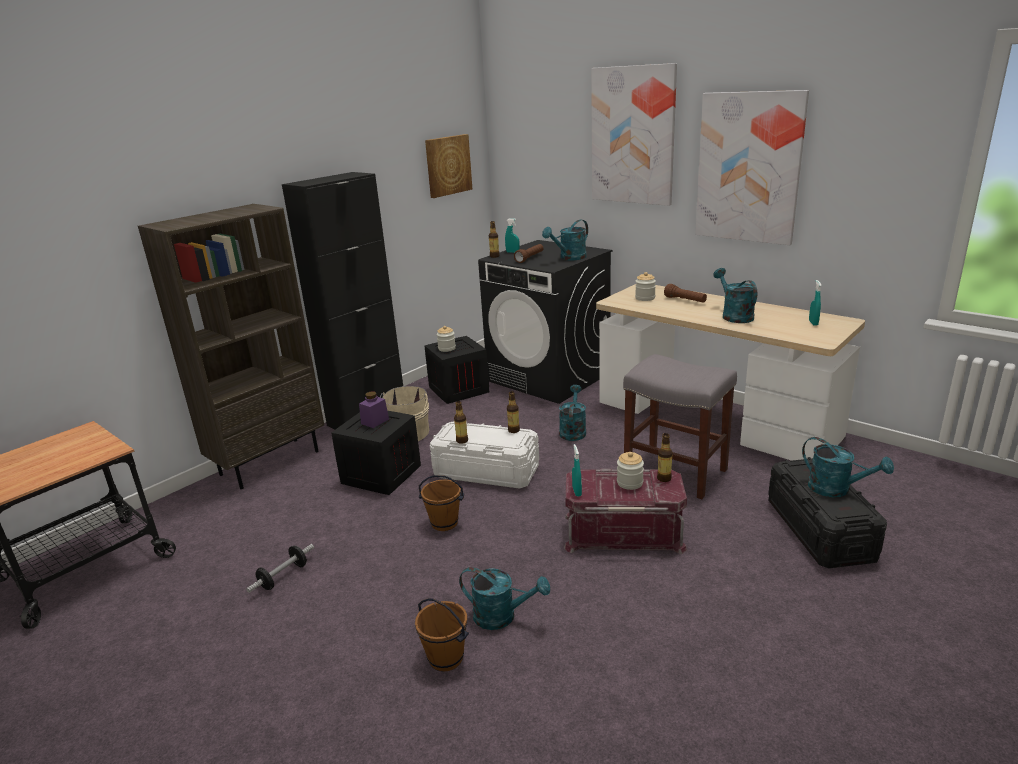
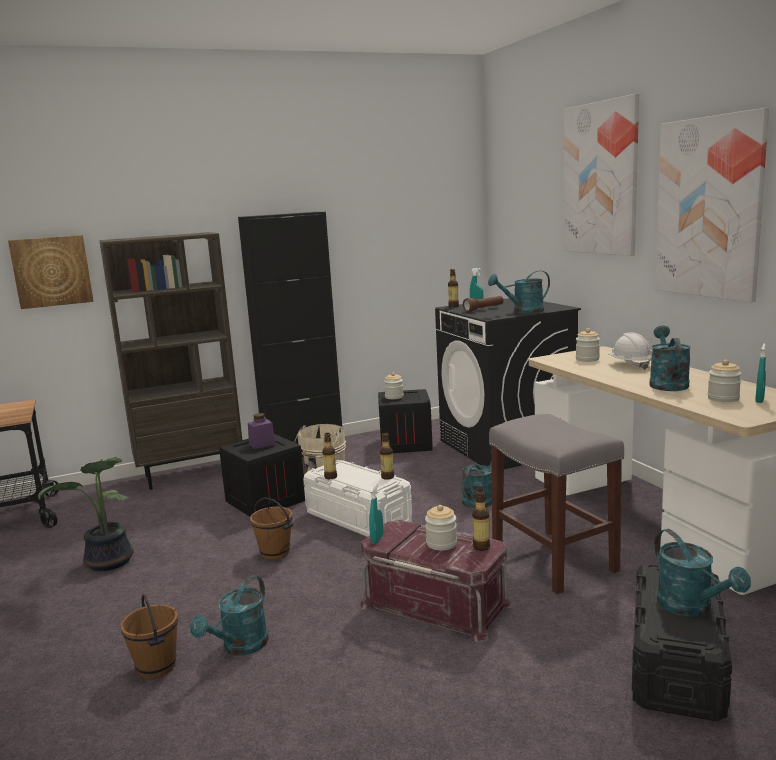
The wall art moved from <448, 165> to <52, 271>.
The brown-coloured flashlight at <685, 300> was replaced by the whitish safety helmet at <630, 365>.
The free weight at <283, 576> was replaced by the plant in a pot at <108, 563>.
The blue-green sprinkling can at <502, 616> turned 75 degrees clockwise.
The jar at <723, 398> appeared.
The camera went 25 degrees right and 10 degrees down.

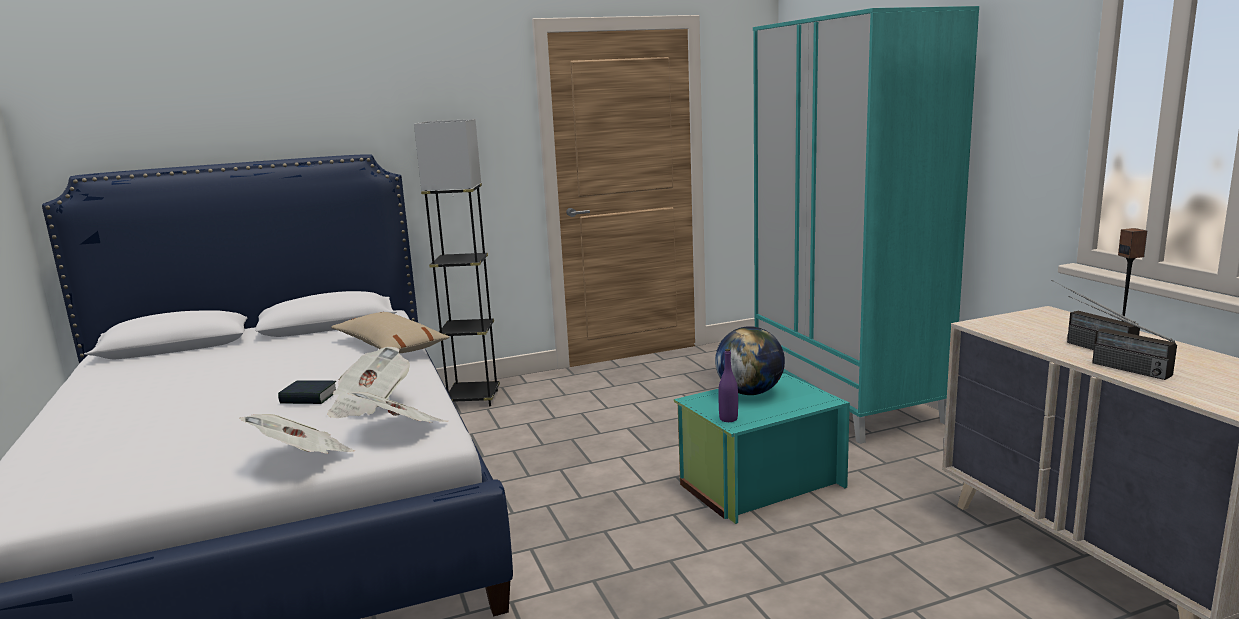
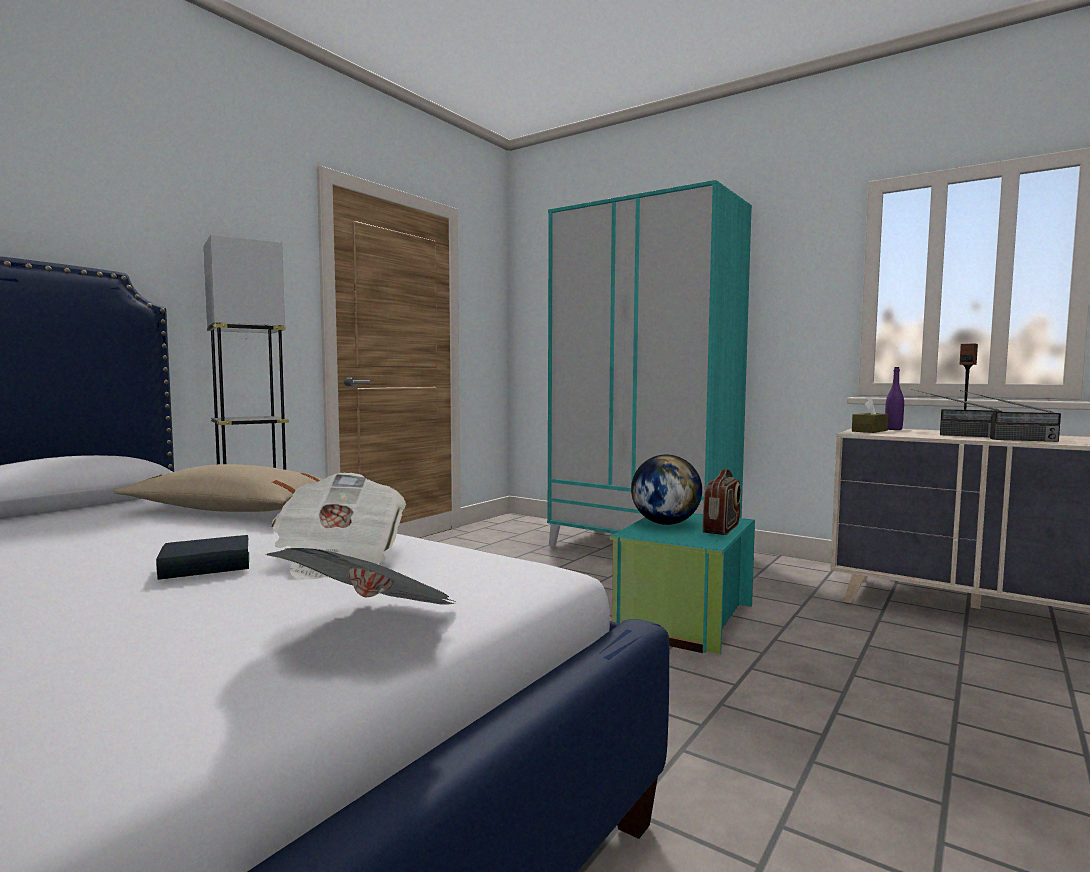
The purplish bottle moved from <728, 419> to <893, 429>.
The daily paper at <402, 430> disappeared.
The brown-coloured tissue box at <869, 431> appeared.
The radio set at <722, 528> appeared.
The camera went 35 degrees left and 10 degrees down.

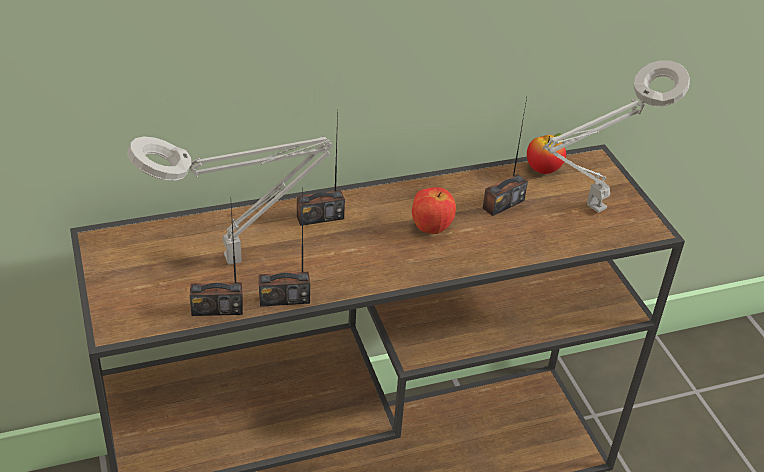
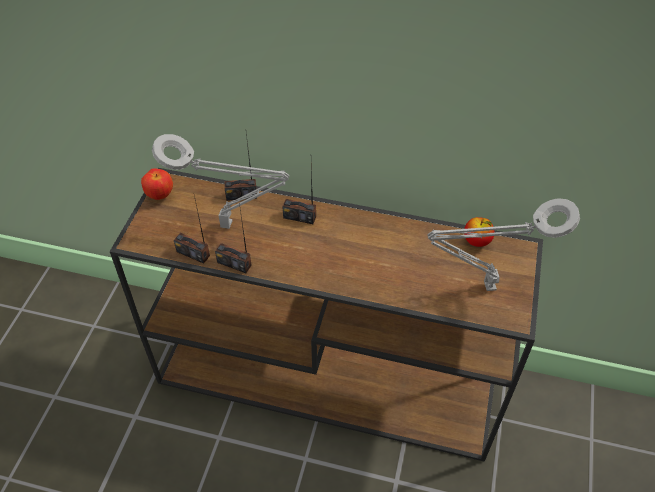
The radio set moved from <503, 204> to <241, 195>.
The apple moved from <431, 229> to <160, 195>.
The camera went 35 degrees right and 10 degrees up.

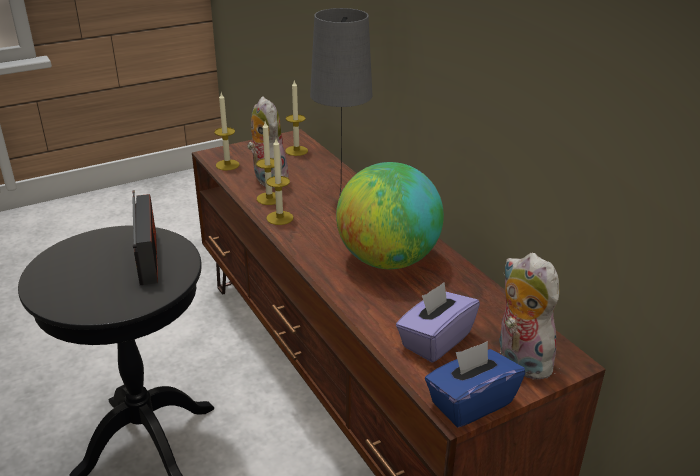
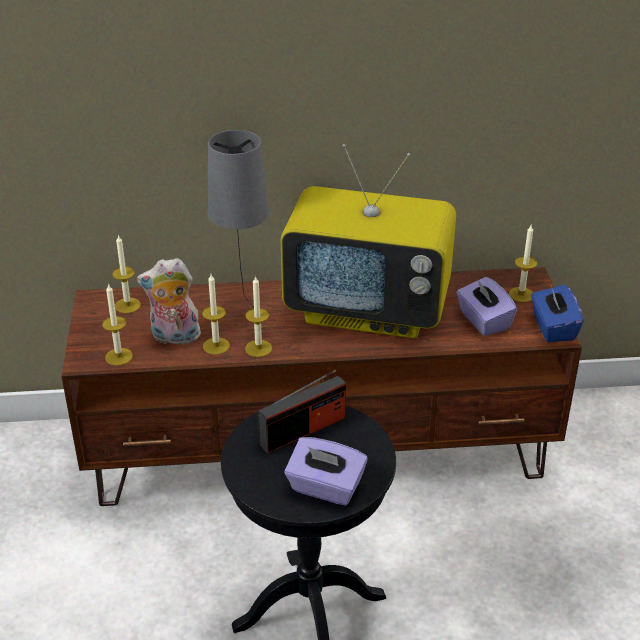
The desk globe at <387, 260> was replaced by the TV set at <369, 310>.
The radio set at <148, 257> turned 135 degrees clockwise.
The cuddly toy at <519, 360> was replaced by the candle at <521, 294>.
The purplish tissue box at <325, 488> appeared.
The camera went 65 degrees left and 5 degrees up.

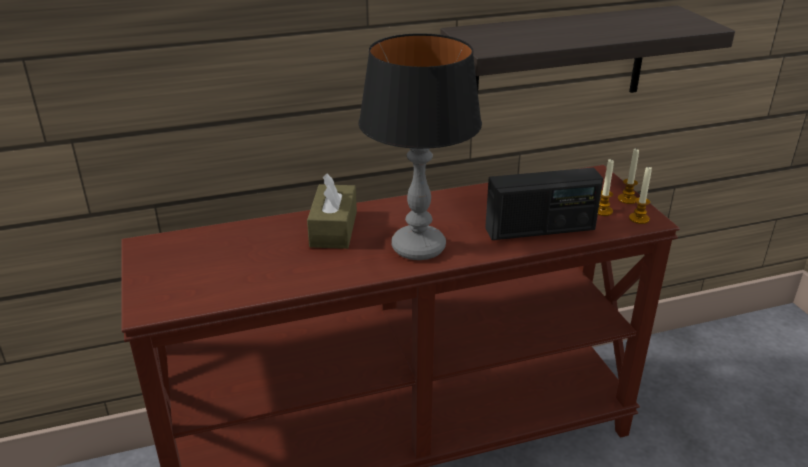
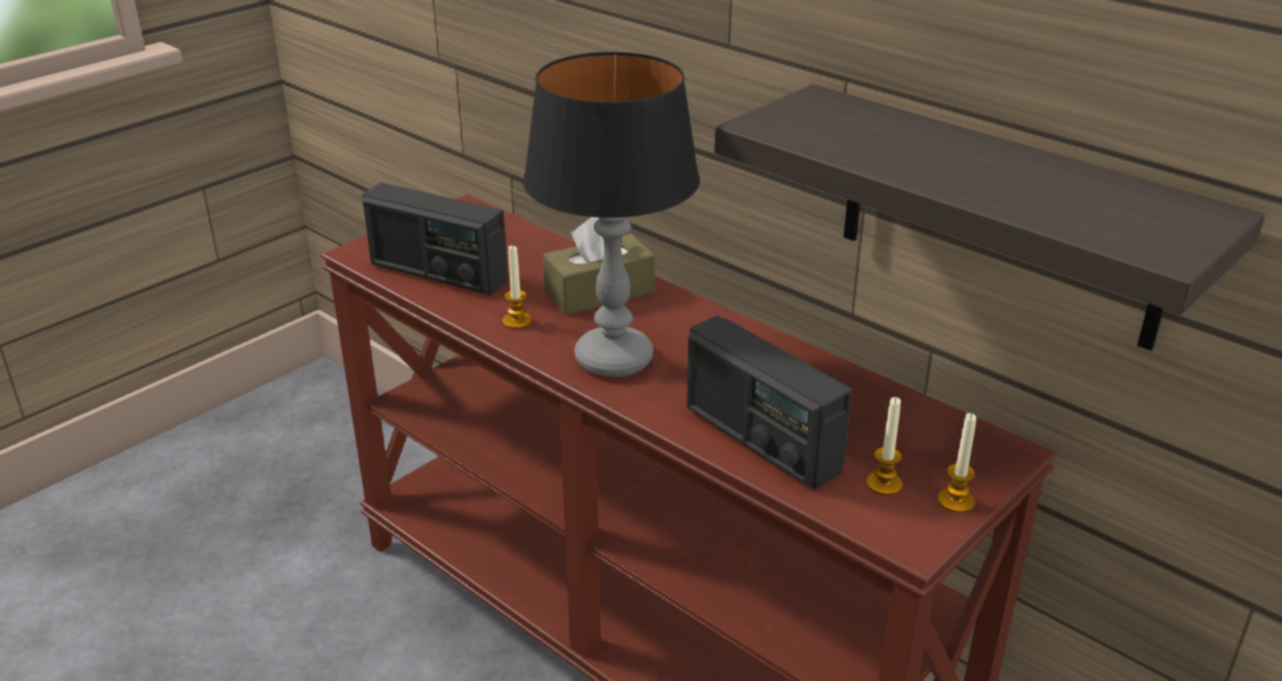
The candle moved from <639, 219> to <517, 321>.
The radio set at <438, 273> appeared.
The camera went 60 degrees right and 0 degrees up.

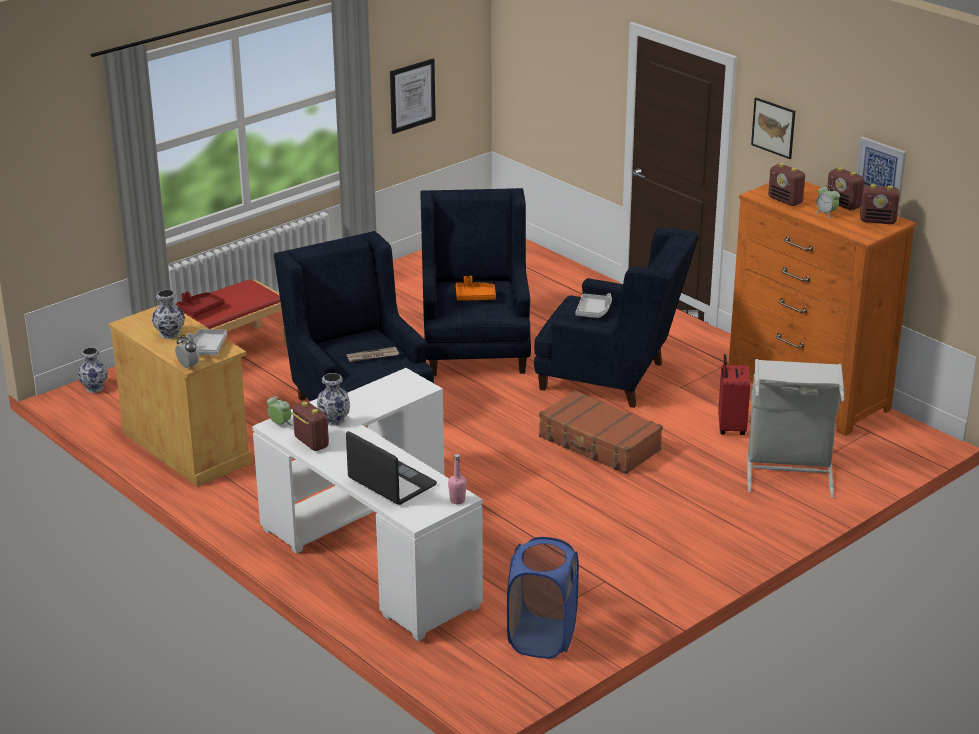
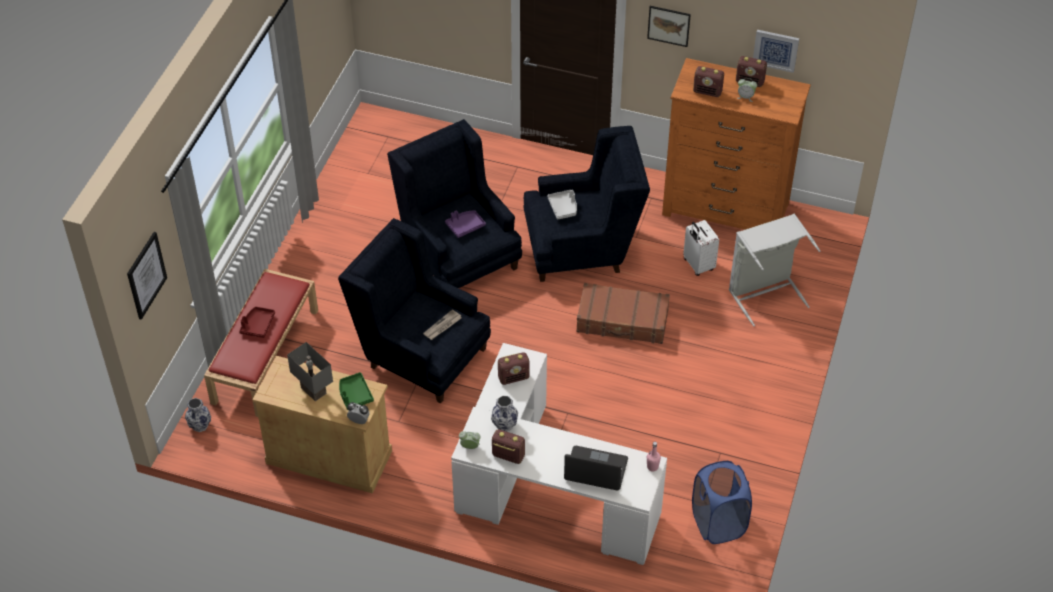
The wall art moved from <412, 95> to <146, 275>.
The radio set moved from <878, 221> to <514, 377>.
The orangey carrying tray at <475, 296> became the purplish carrying tray at <465, 226>.
The decorative vase at <169, 334> was replaced by the gray tabletop lamp at <312, 391>.
The gray carrying tray at <206, 348> became the green-coloured carrying tray at <354, 395>.
The red suitcase at <730, 427> became the whitish suitcase at <697, 265>.
The camera went 30 degrees left and 20 degrees up.

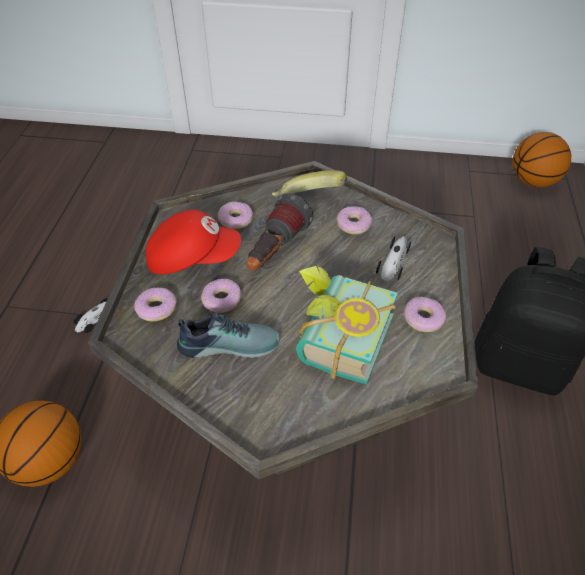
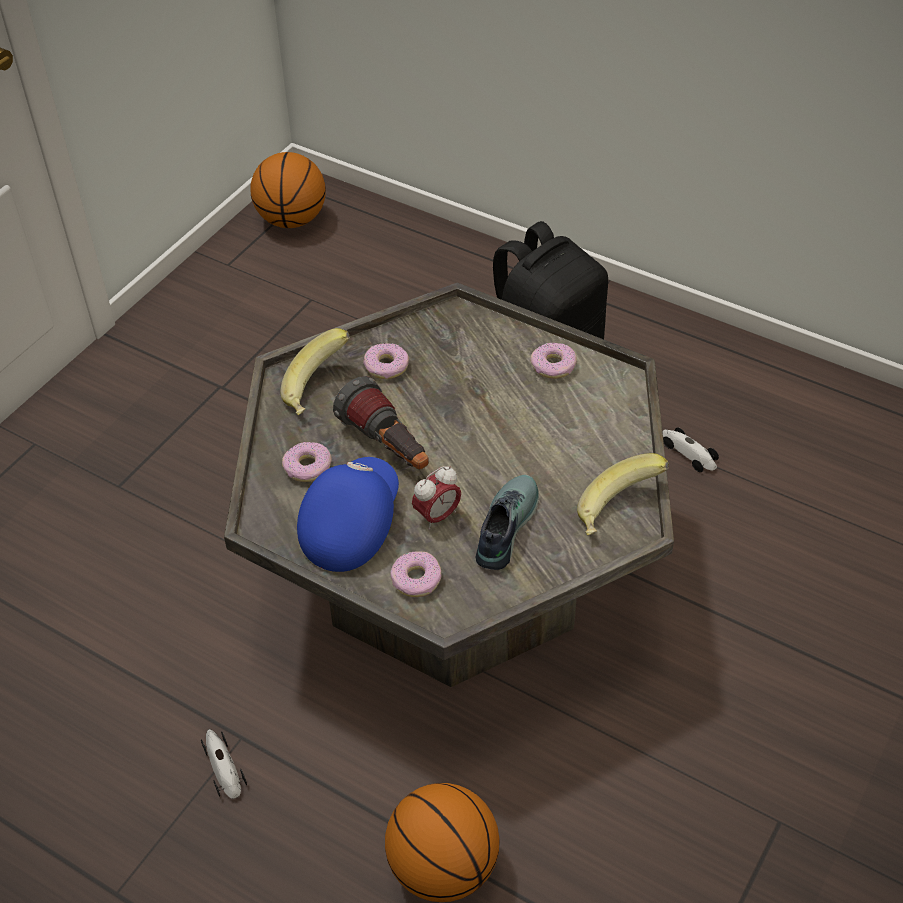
The red peaked cap at <192, 257> became the blue-coloured peaked cap at <350, 526>.
The toy car moved from <394, 261> to <688, 453>.
The book at <335, 338> disappeared.
The ring doughnut at <222, 300> was replaced by the table clock at <437, 516>.
The banana fruit at <619, 513> appeared.
The camera went 65 degrees left and 0 degrees up.

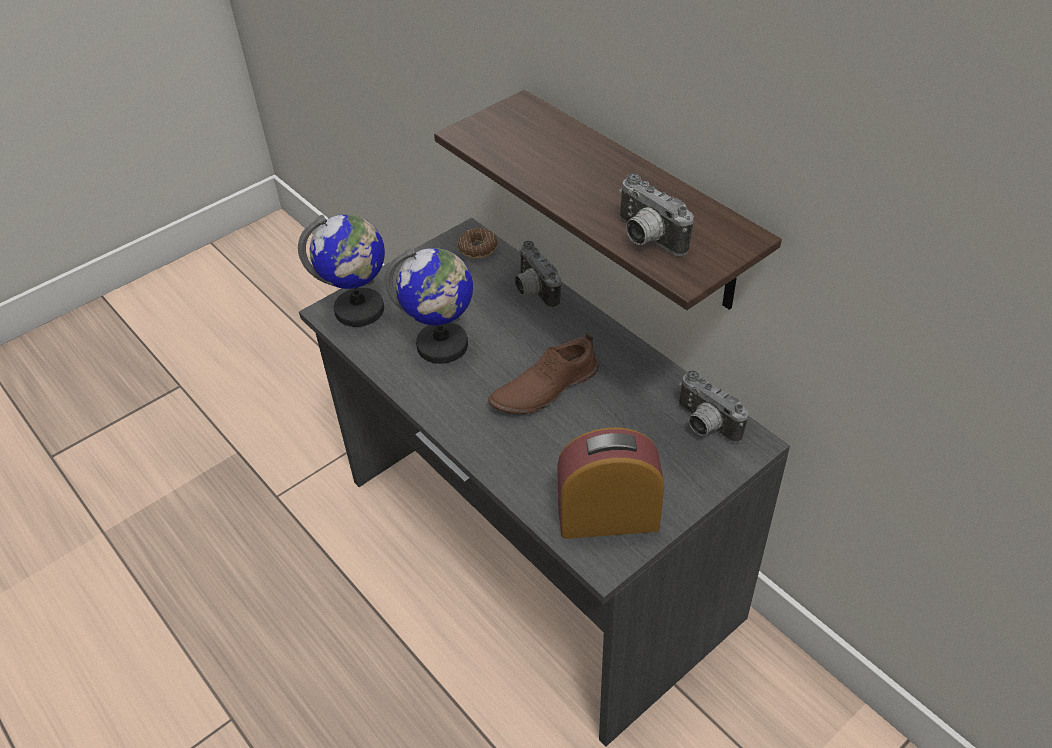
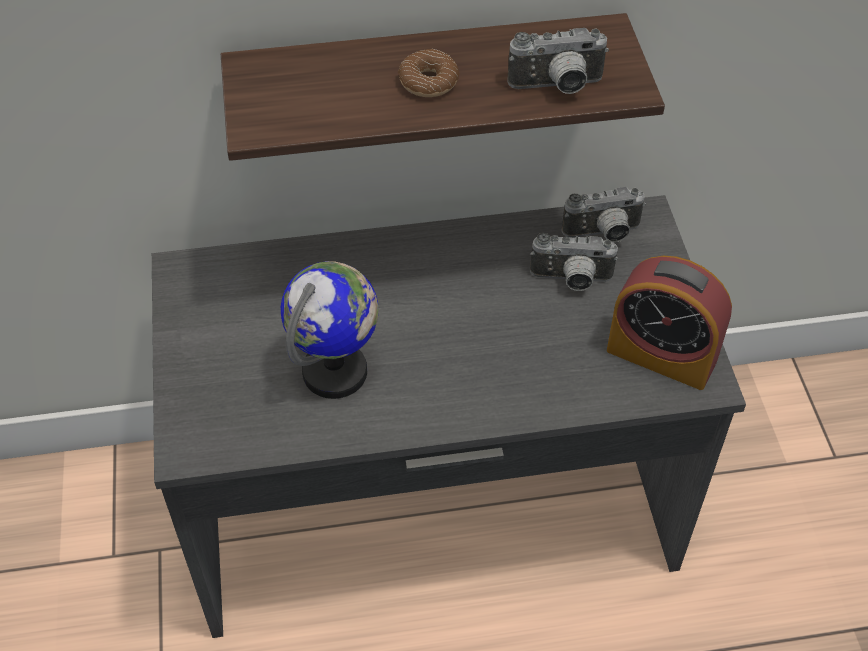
The desk globe at <360, 310> disappeared.
The ring doughnut moved from <478, 248> to <428, 81>.
The still camera moved from <532, 291> to <571, 281>.
The brown-coloured low shoe at <544, 388> disappeared.
The table clock at <608, 517> turned 90 degrees counterclockwise.
The camera went 60 degrees left and 5 degrees up.

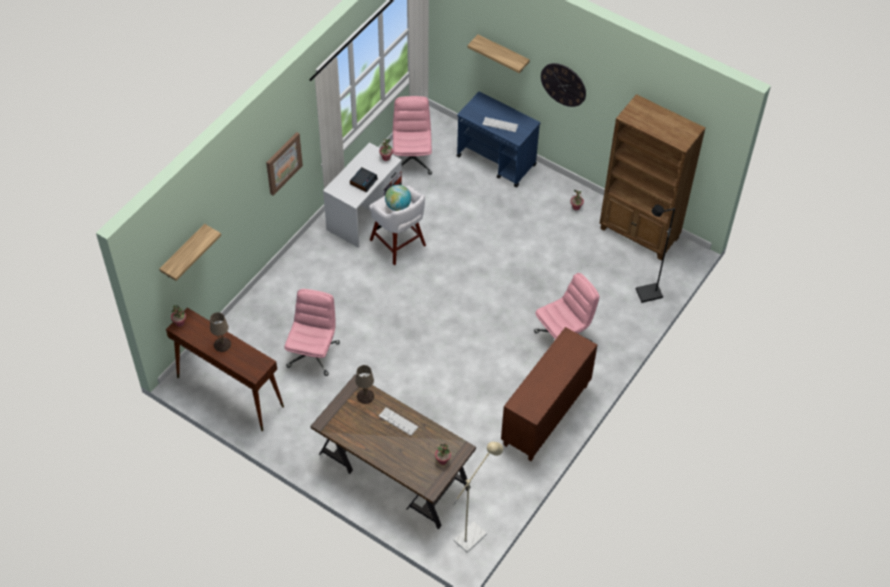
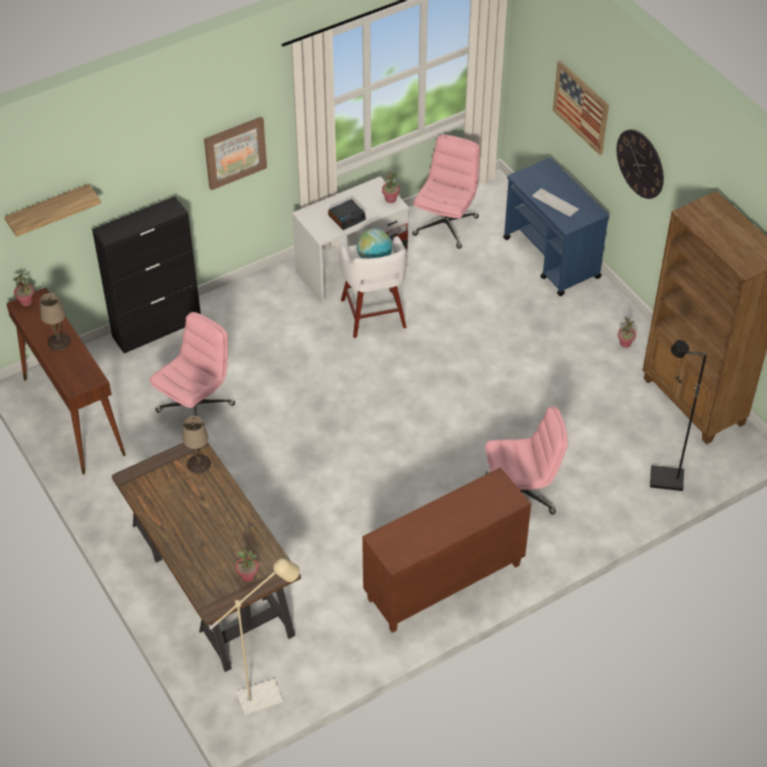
The shelf at <503, 54> was replaced by the wall art at <581, 107>.
The keyboard at <398, 421> disappeared.
The blackish cabinet at <157, 328> appeared.
The camera went 25 degrees right and 5 degrees down.

